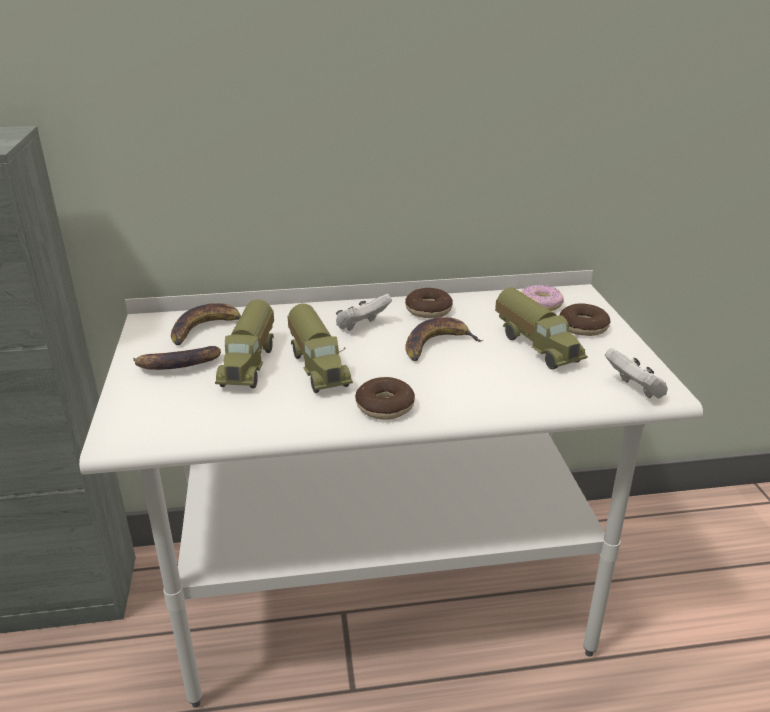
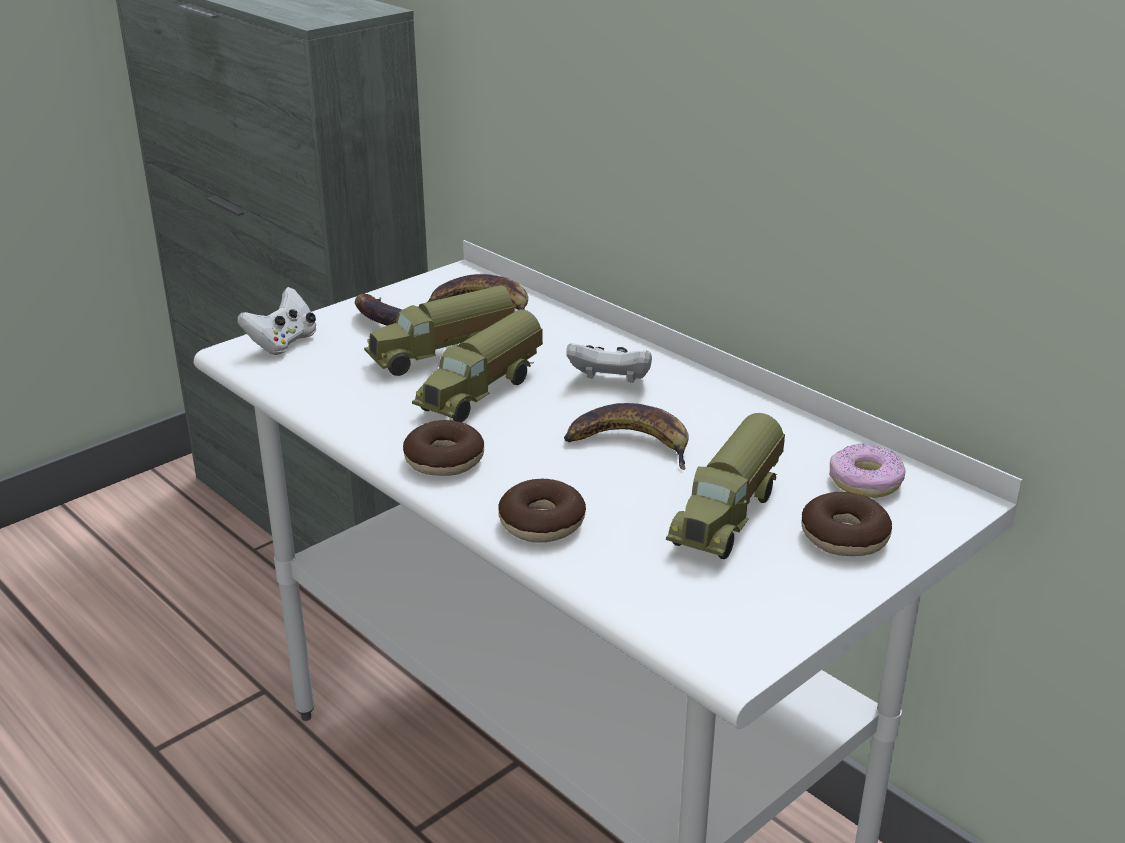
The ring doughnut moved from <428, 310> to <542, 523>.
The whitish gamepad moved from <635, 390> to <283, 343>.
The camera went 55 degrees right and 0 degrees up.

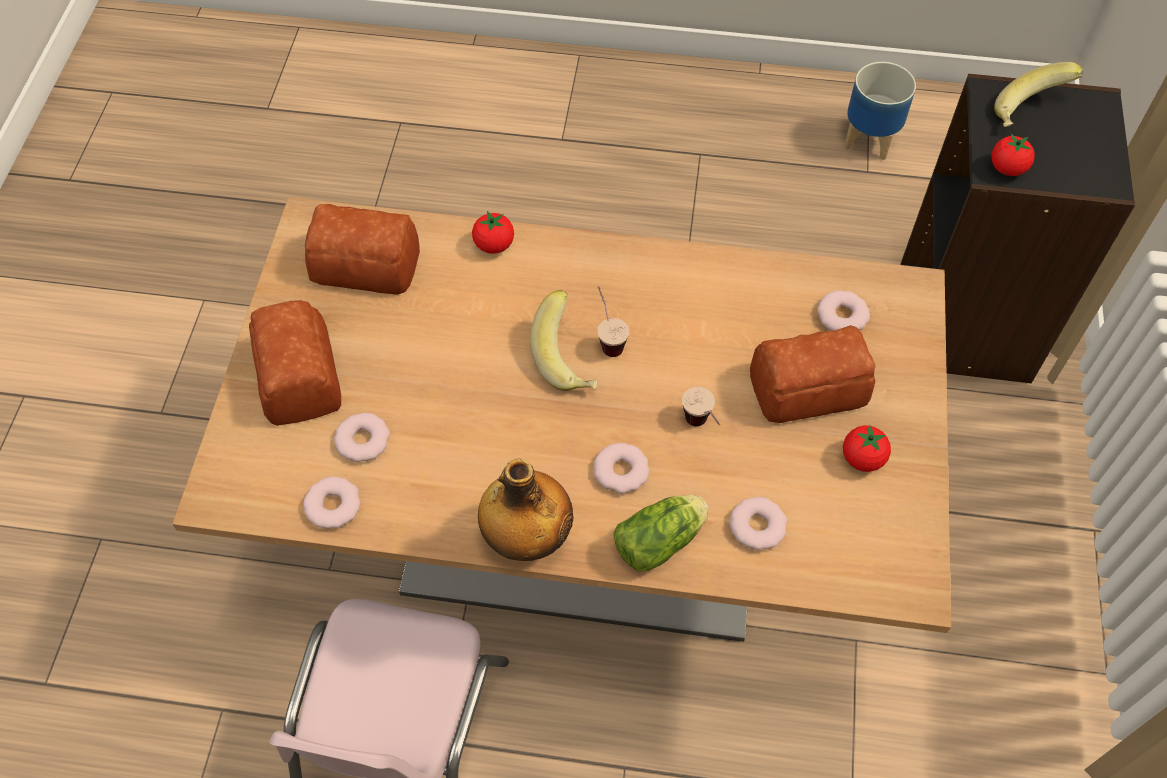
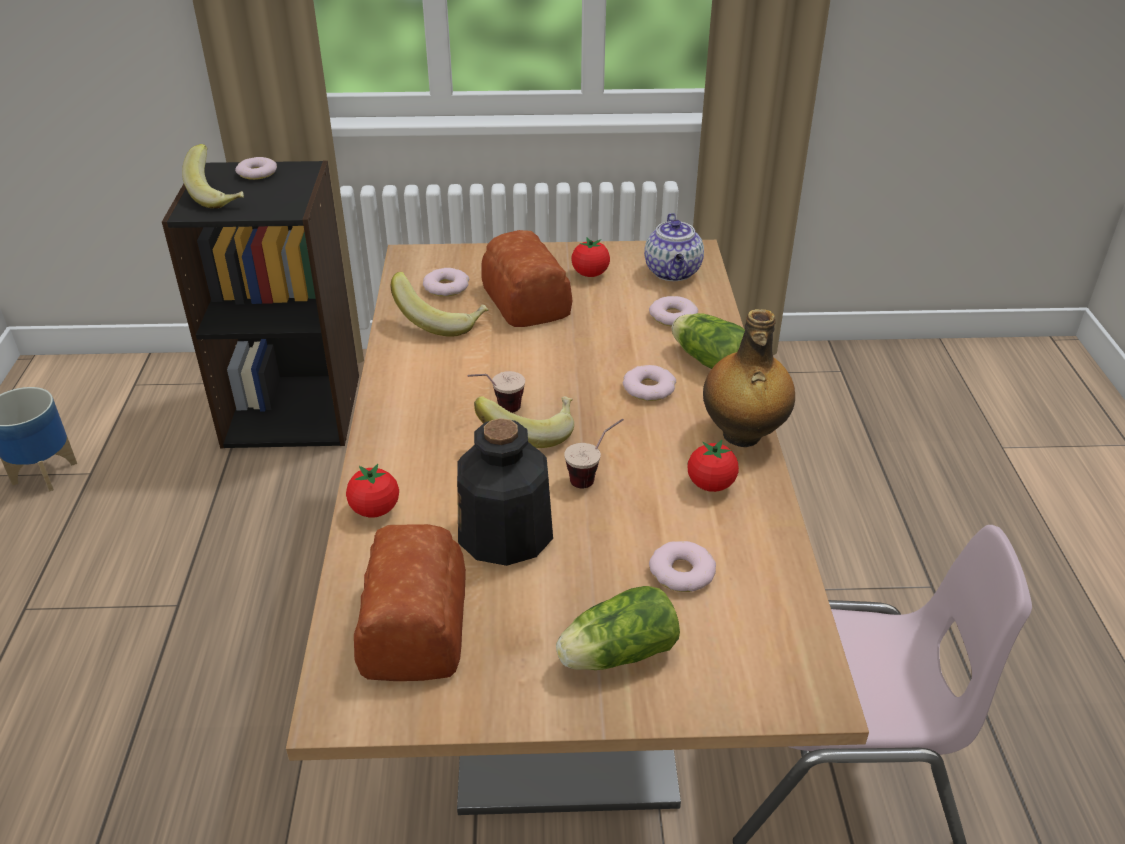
The fresh tomato moved from <1007, 168> to <710, 484>.
The bread at <296, 378> was replaced by the head of lettuce at <614, 654>.
The drinking cup moved from <701, 428> to <594, 476>.
The ring doughnut moved from <333, 505> to <257, 173>.
The tea pot at <673, 273> appeared.
The banana fruit at <441, 321> appeared.
The bottle at <506, 534> appeared.
The camera went 100 degrees left and 20 degrees down.

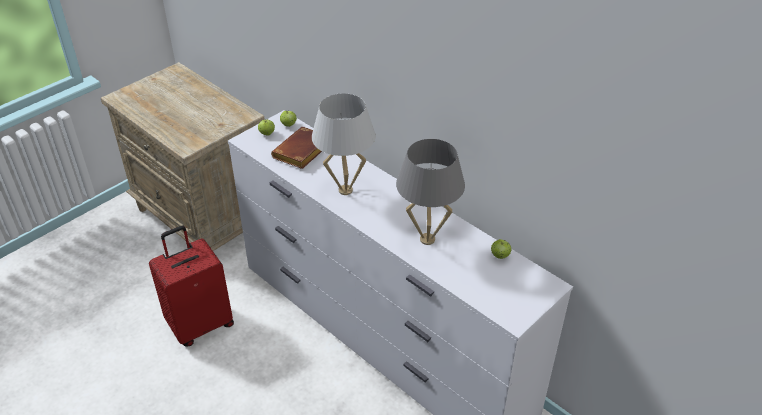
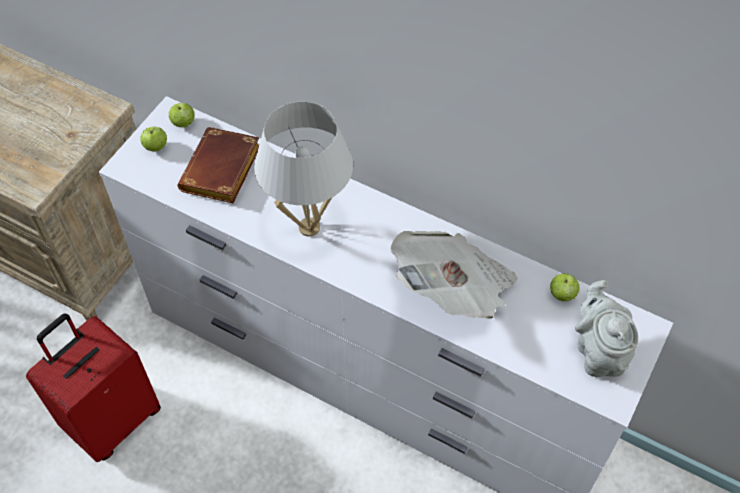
The gray tabletop lamp at <427, 239> was replaced by the daily paper at <454, 289>.
The gray tea pot at <598, 351> appeared.
The camera went 15 degrees left and 15 degrees up.

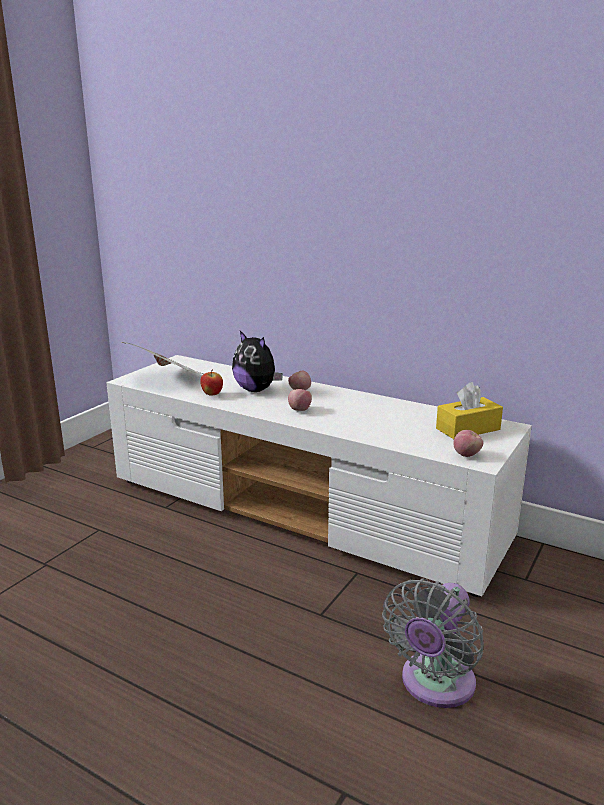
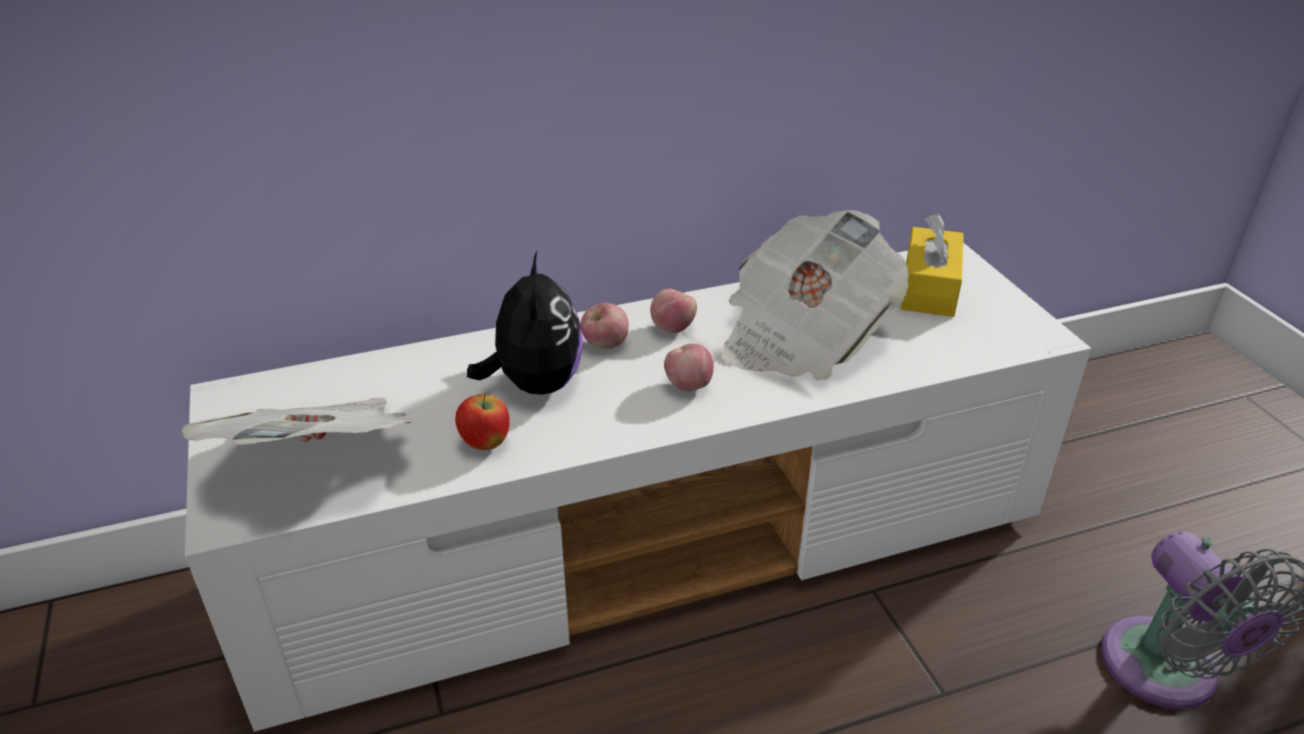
The cuddly toy at <256, 390> turned 90 degrees counterclockwise.
The apple moved from <467, 455> to <673, 328>.
The daily paper at <802, 336> appeared.
The camera went 50 degrees left and 15 degrees up.

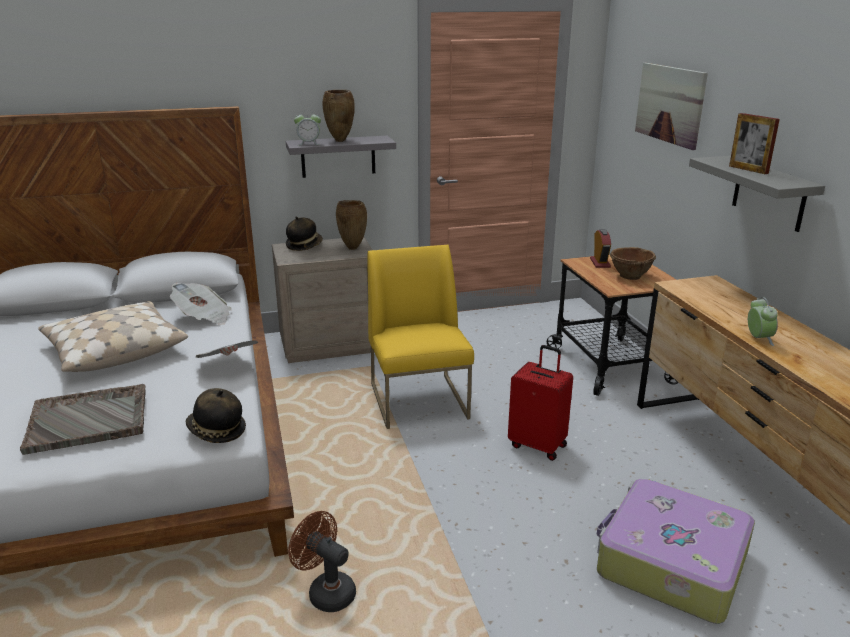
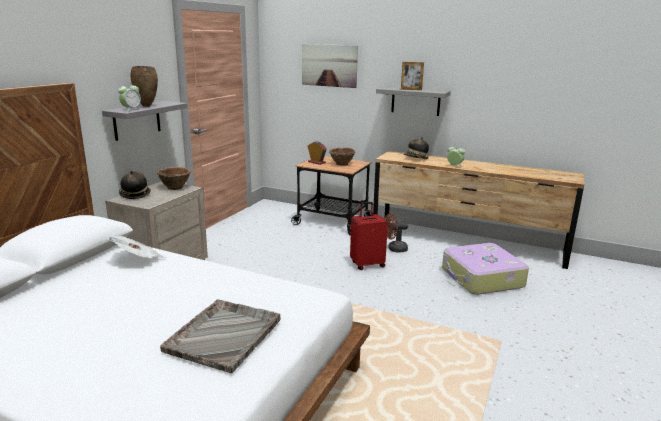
The brown-coloured decorative vase at <353, 248> was replaced by the brown-coloured serving bowl at <175, 187>.
The yellow-coloured chair at <419, 401> disappeared.
The beige cushion at <114, 349> disappeared.
The daily paper at <228, 365> disappeared.
The clothing hat moved from <216, 431> to <416, 159>.
The brown-coloured fan moved from <326, 591> to <394, 249>.
The camera went 50 degrees left and 5 degrees down.

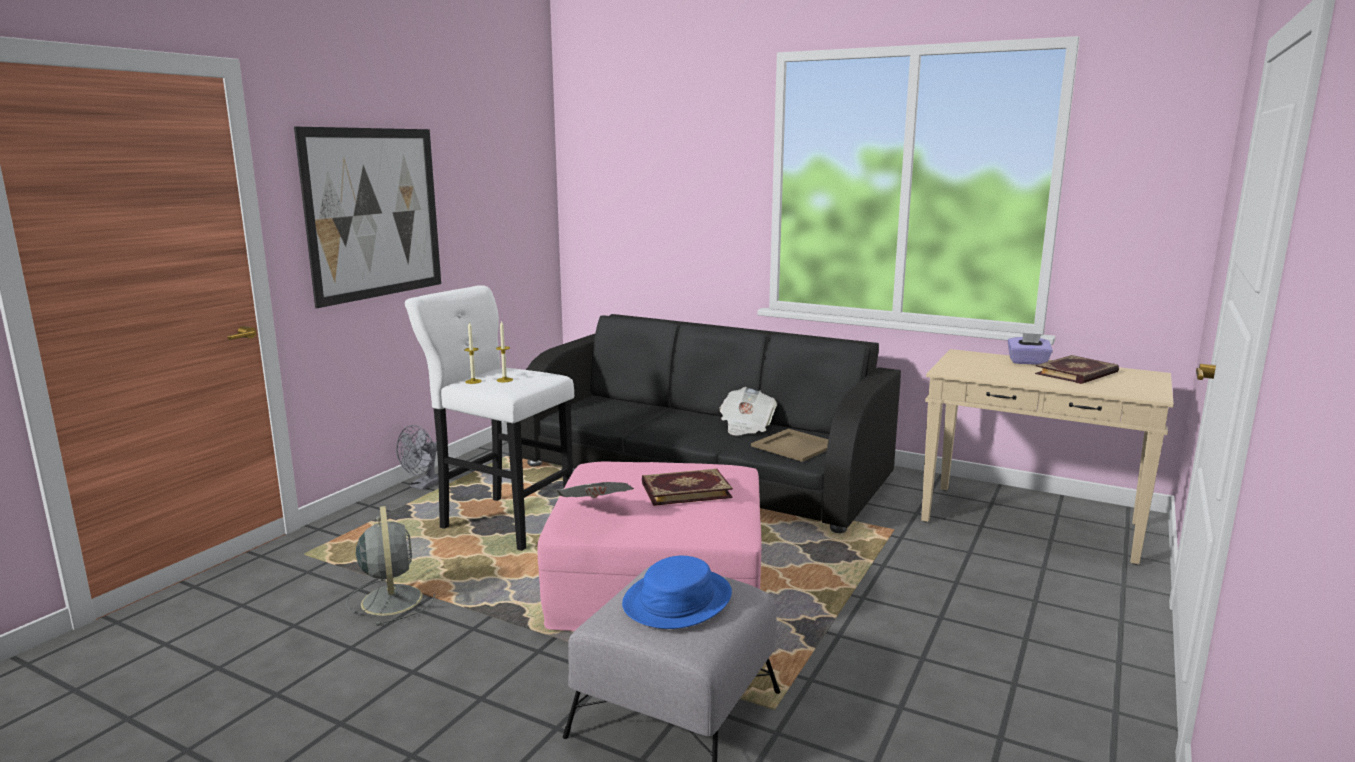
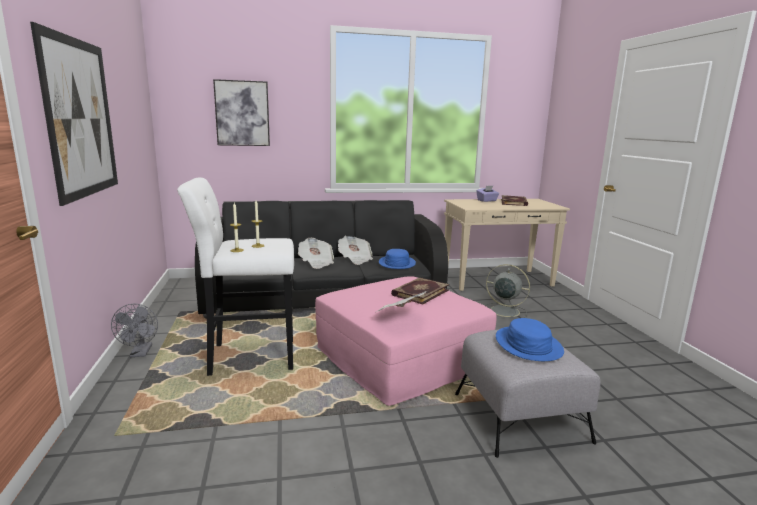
The beige carrying tray at <794, 445> was replaced by the blue-coloured clothing hat at <396, 263>.
The gray fan moved from <391, 599> to <503, 311>.
The wall art at <242, 113> appeared.
The daily paper at <316, 263> appeared.
The camera went 40 degrees left and 0 degrees up.

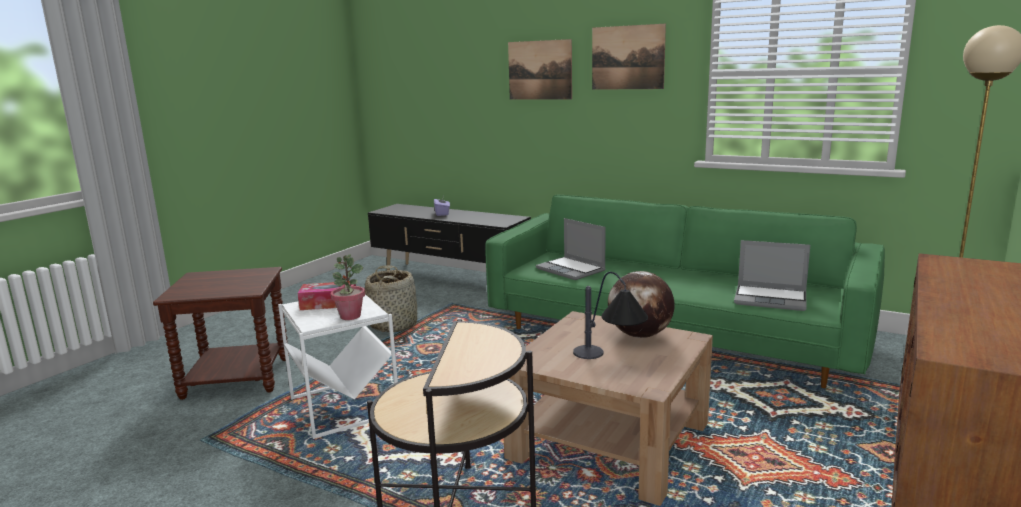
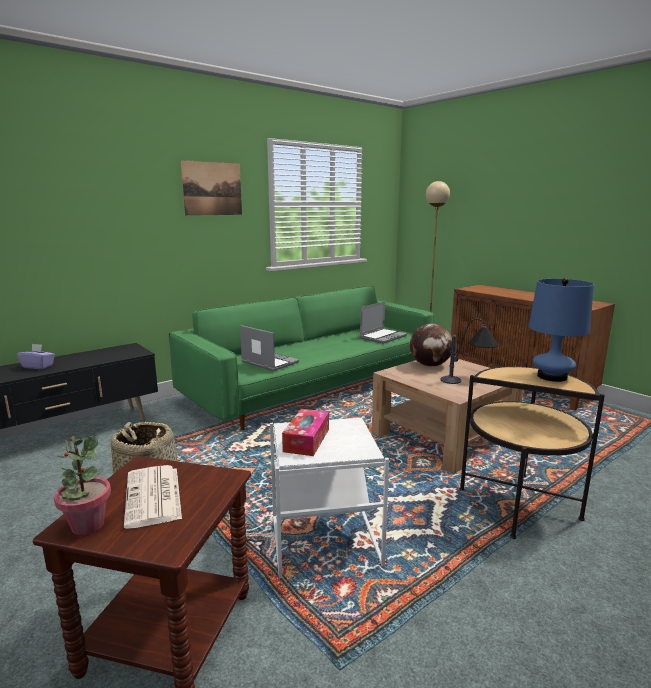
The wall art at <540, 70> disappeared.
The notebook computer at <571, 270> turned 120 degrees counterclockwise.
The plant in a pot moved from <350, 316> to <87, 525>.
The blue-coloured tabletop lamp at <552, 377> appeared.
The daily paper at <154, 497> appeared.
The camera went 70 degrees left and 0 degrees up.

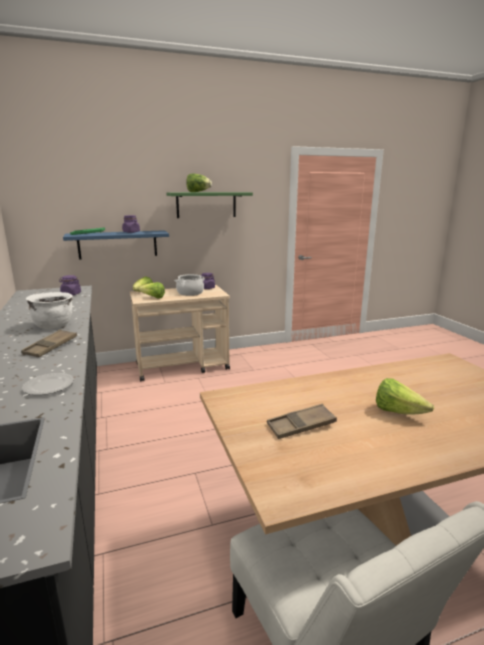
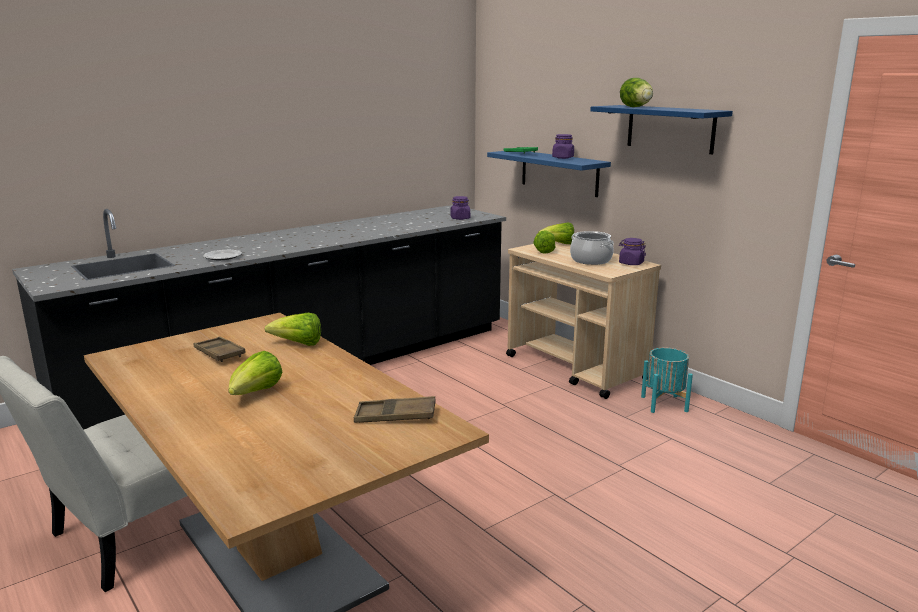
The green-coloured shelf at <206, 205> became the blue-coloured shelf at <670, 128>.
The whitish saucepot at <53, 325> disappeared.
The brown-coloured carrying tray moved from <51, 347> to <395, 416>.
The head of lettuce at <298, 344> appeared.
The blue-green plant pot at <664, 404> appeared.
The camera went 70 degrees right and 0 degrees up.

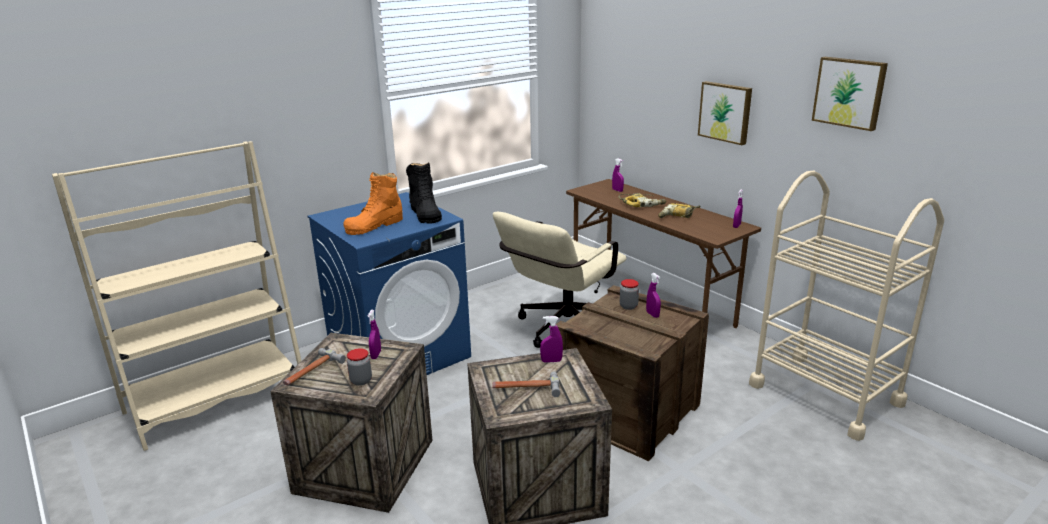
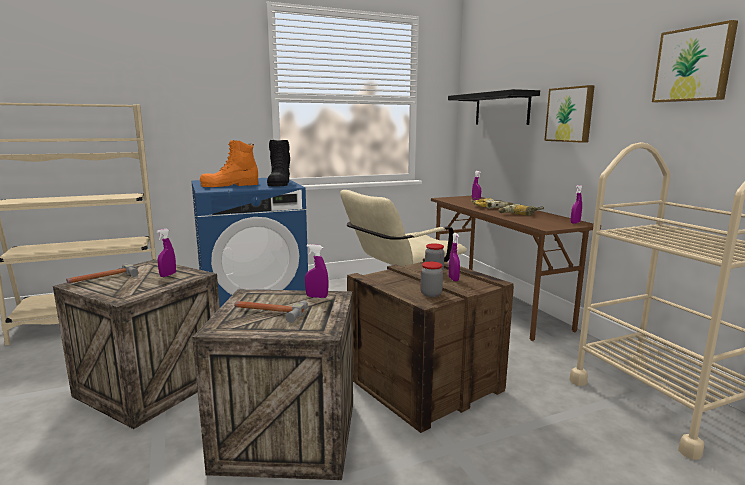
The jar moved from <361, 381> to <431, 294>.
The blackish shelf at <501, 109> appeared.
The camera went 15 degrees right and 10 degrees down.

